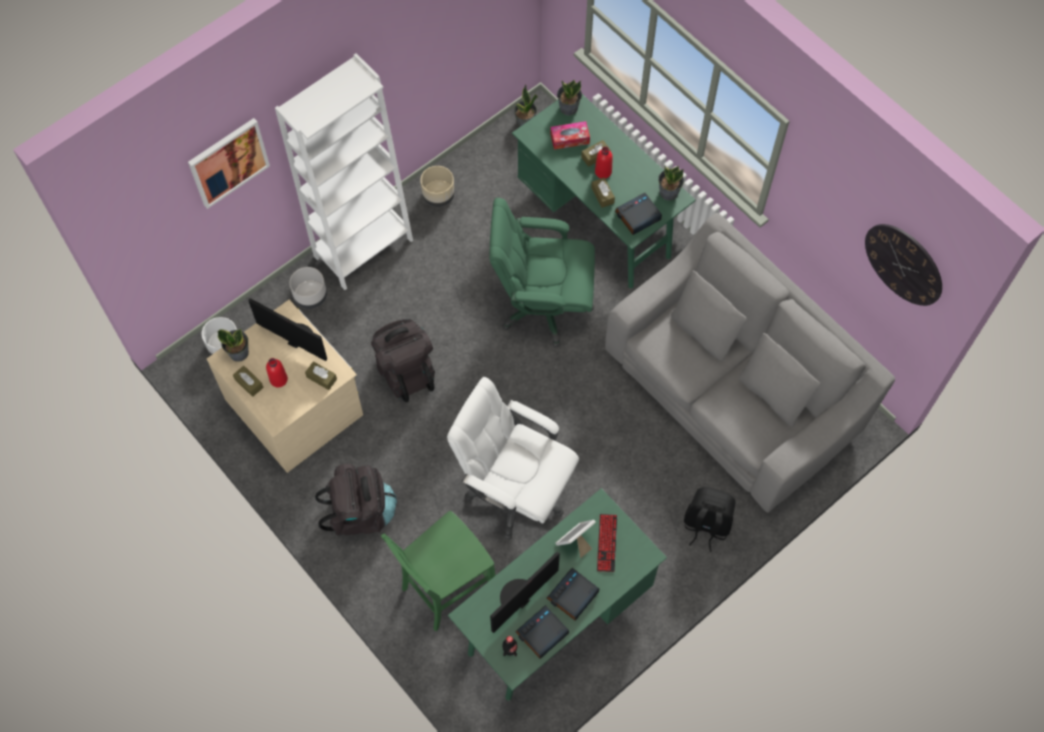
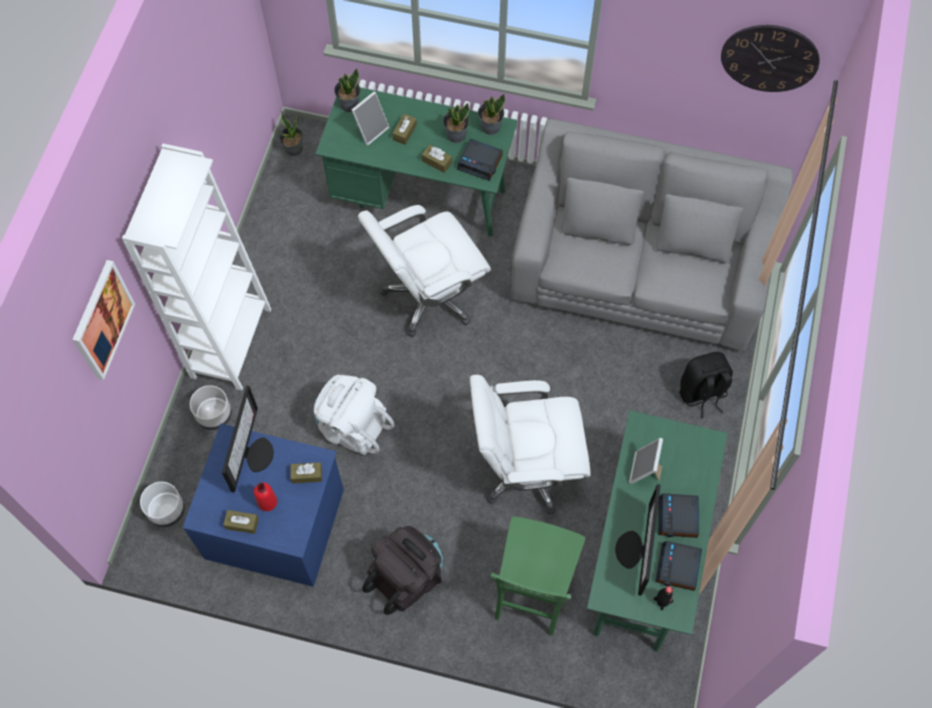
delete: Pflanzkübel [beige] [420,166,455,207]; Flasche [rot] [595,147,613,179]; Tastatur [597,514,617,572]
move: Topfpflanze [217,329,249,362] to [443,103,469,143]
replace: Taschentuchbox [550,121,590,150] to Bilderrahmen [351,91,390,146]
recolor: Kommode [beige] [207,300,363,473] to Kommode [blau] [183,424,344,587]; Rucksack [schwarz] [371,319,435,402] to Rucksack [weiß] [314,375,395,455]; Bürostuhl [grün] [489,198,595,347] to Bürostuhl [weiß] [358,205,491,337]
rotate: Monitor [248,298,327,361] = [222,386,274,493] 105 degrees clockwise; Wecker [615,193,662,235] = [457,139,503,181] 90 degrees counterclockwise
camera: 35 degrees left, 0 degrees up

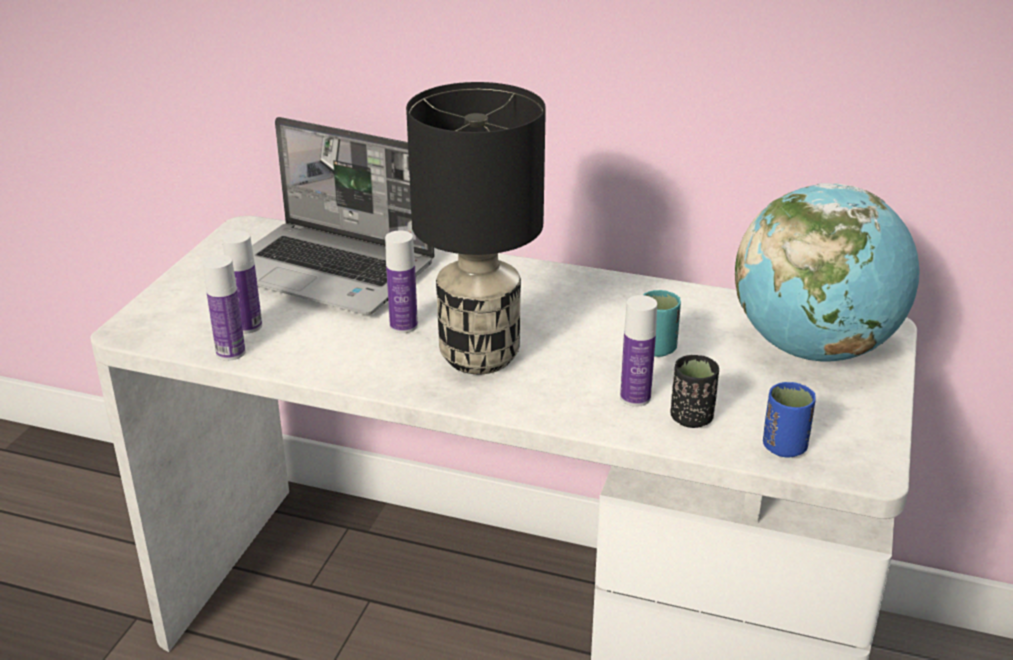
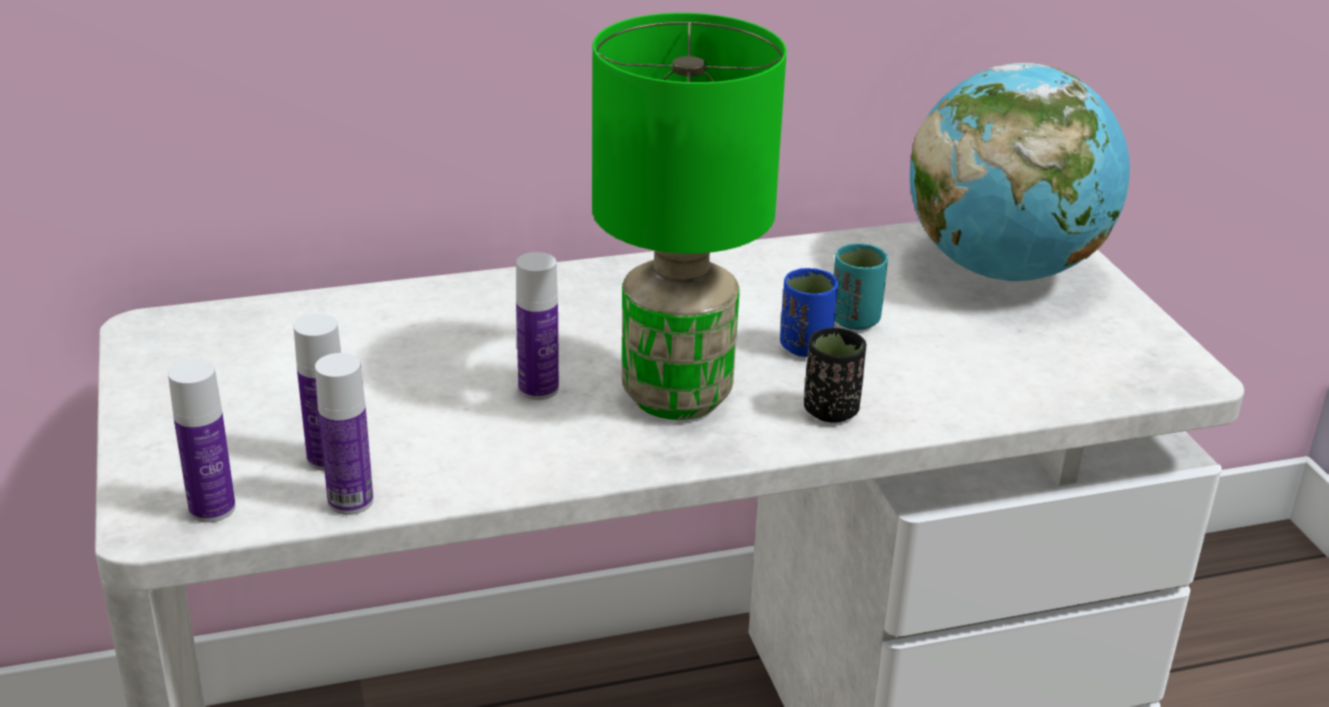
delete: Laptop [252,117,434,315]
move: Flasche [620,295,657,407] to [168,359,235,523]; Tasse [blau] [763,382,816,458] to [780,268,838,357]; Tasse [schwarz] [670,355,719,428] to [804,327,866,423]
recolor: Tischlampe [schwarz] [406,82,546,374] to Tischlampe [grün] [592,13,787,420]
camera: 35 degrees left, 0 degrees up

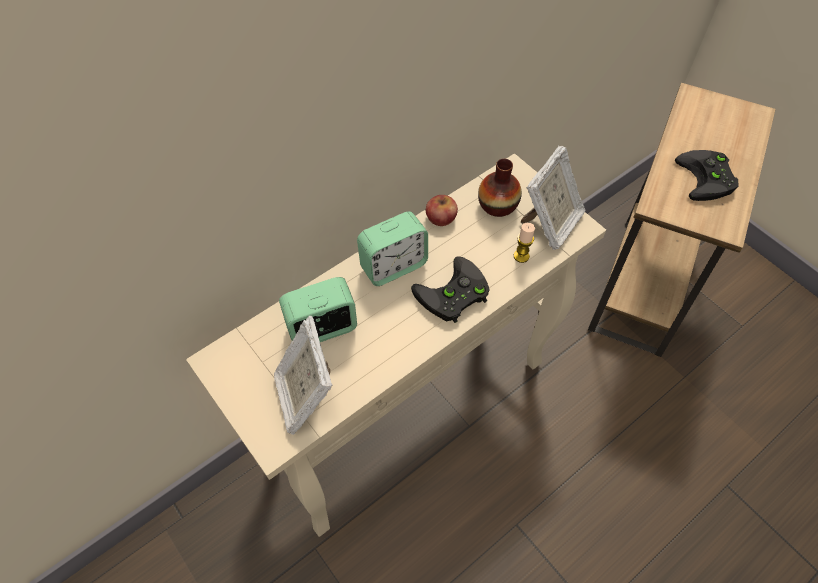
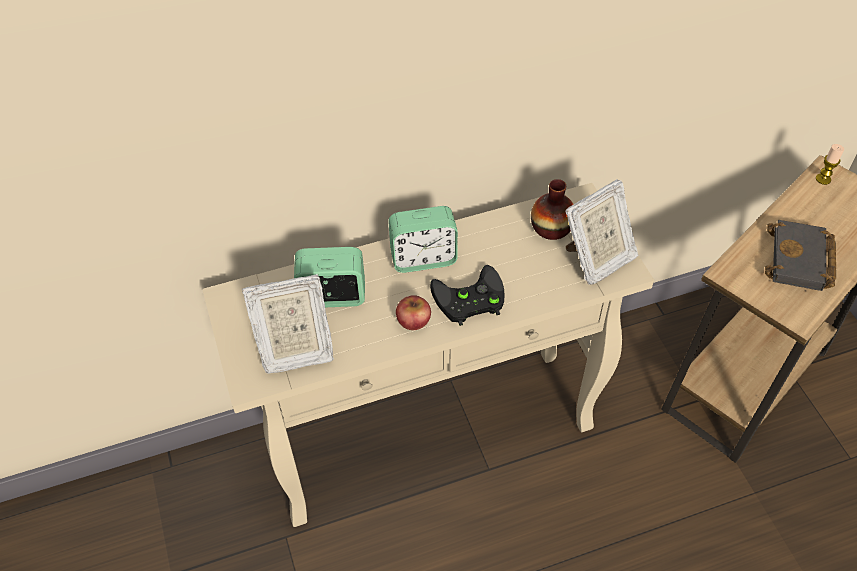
move: Apfel [426,195,458,226] to [396,295,431,330]; Kerze [514,223,535,263] to [816,144,844,185]
replace: Gamepad [schwarz] [675,150,739,201] to Buch [schwarz] [765,220,836,291]
rotate: Bilderrahmen [274,316,332,435] = [242,274,334,373] 105 degrees counterclockwise
camera: 20 degrees right, 5 degrees down

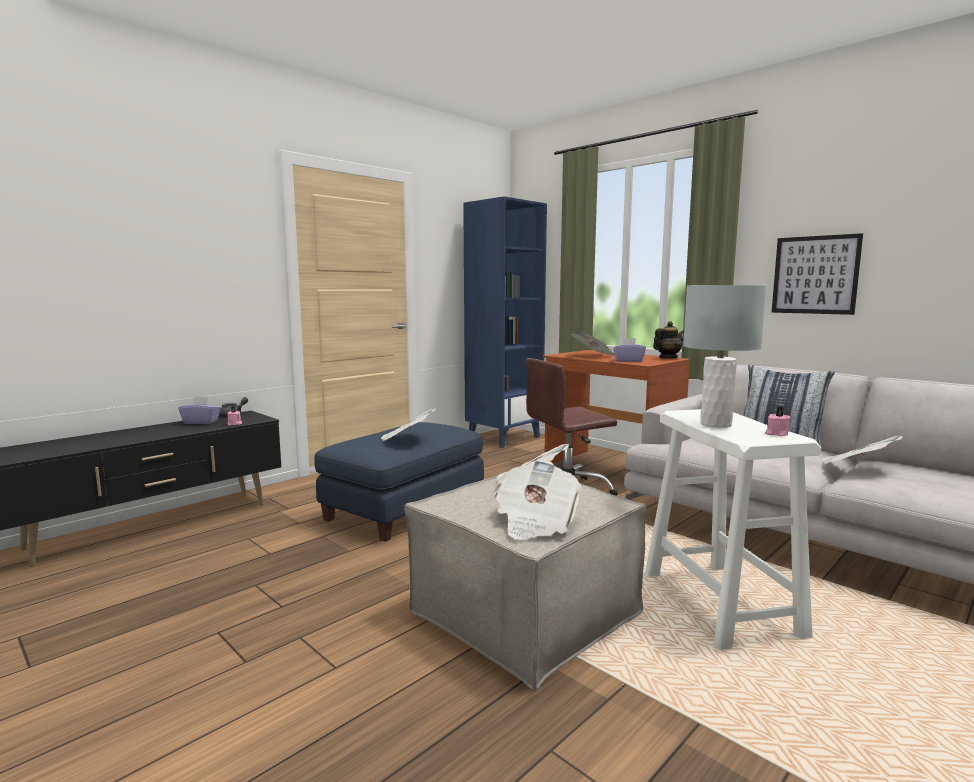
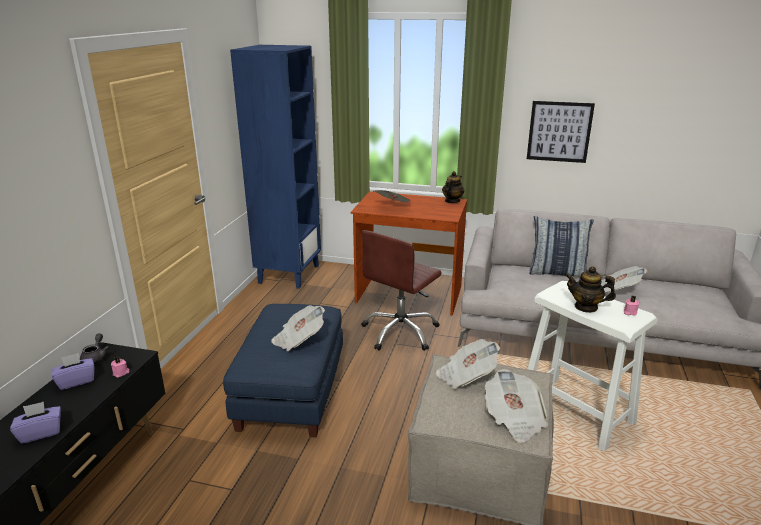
move: Taschentuchbox [lila] [613,338,646,362] to [10,402,61,444]
replace: Tischlampe [grau] [683,285,767,428] to Teekanne [565,266,616,313]
camera: 30 degrees left, 15 degrees up

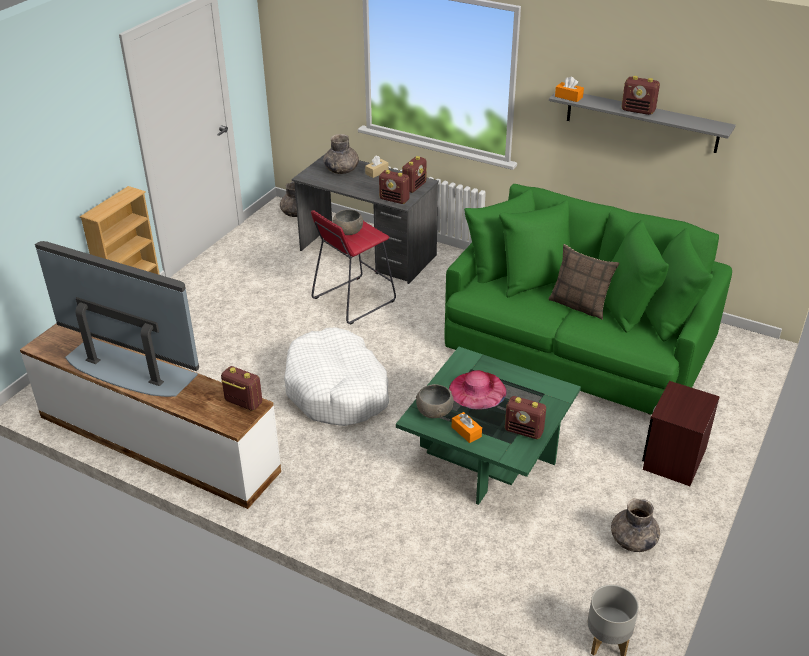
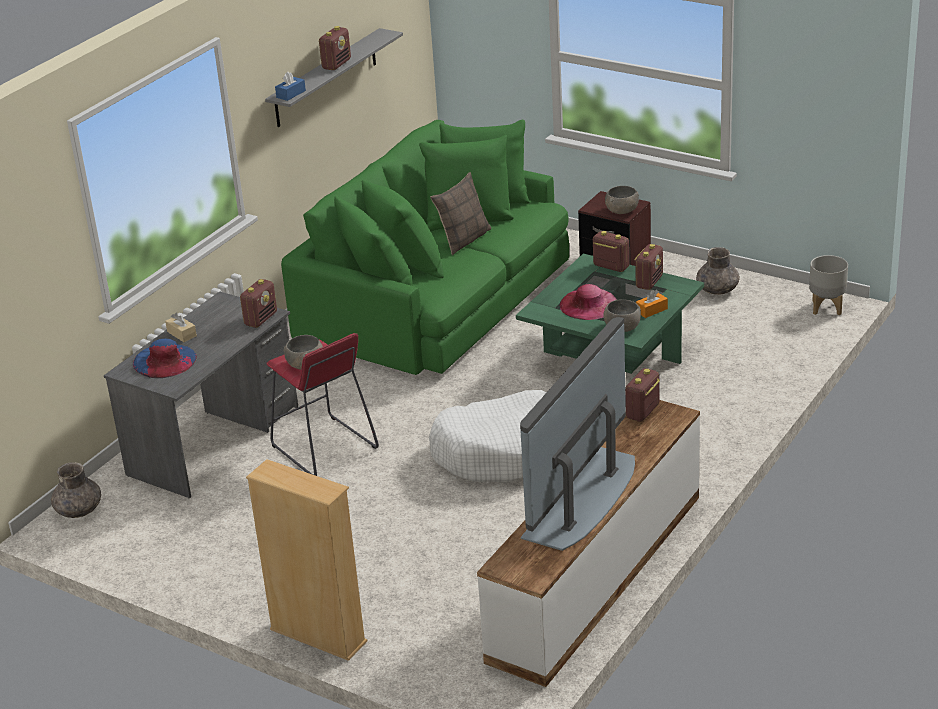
insert: Schüssel [grau] [605,186,639,214]
move: Radio [402,156,427,193] to [593,231,630,272]
replace: Vase [grau] [323,134,359,174] to Hut [blau] [133,339,197,378]
recolor: Taschentuchbox [orange] [555,77,584,102] to Taschentuchbox [blau] [275,72,306,101]
camera: 85 degrees left, 5 degrees down

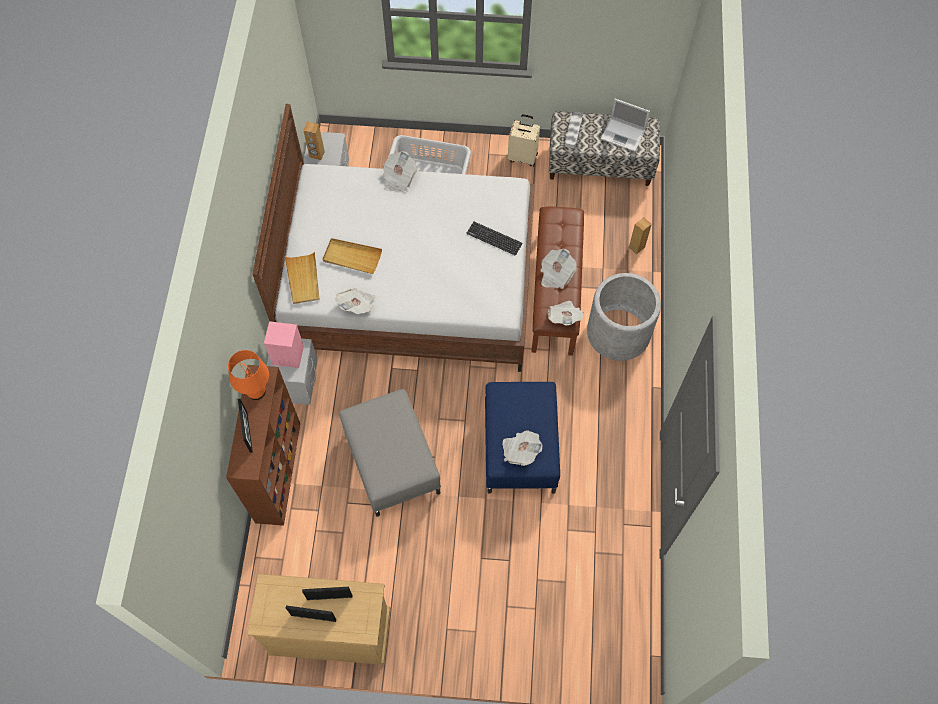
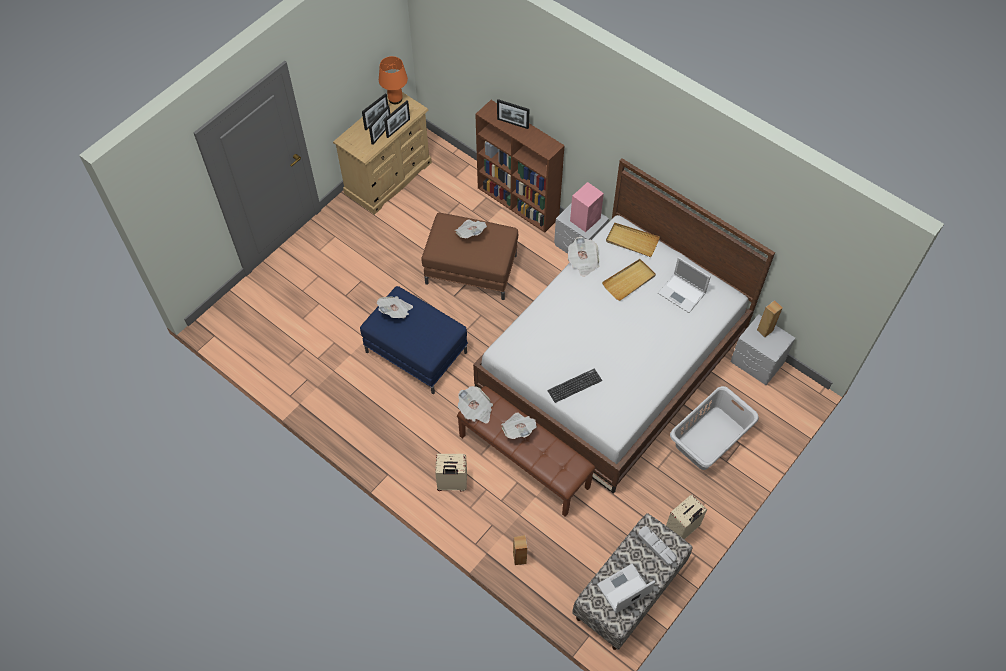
insert: Bilderrahmen [384,101,410,138]; Laptop [658,257,710,313]
move: Tischlampe [orange] [228,350,269,400] to [379,56,408,104]; Zeitung [383,151,417,191] to [455,219,487,238]
replace: Pflanzkübel [grau] [587,273,661,361] to Koffer [beige] [435,454,467,491]
recolor: Polsterhocker [grau] [339,389,441,517] to Polsterhocker [braun] [422,213,518,300]
camera: 125 degrees right, 5 degrees down

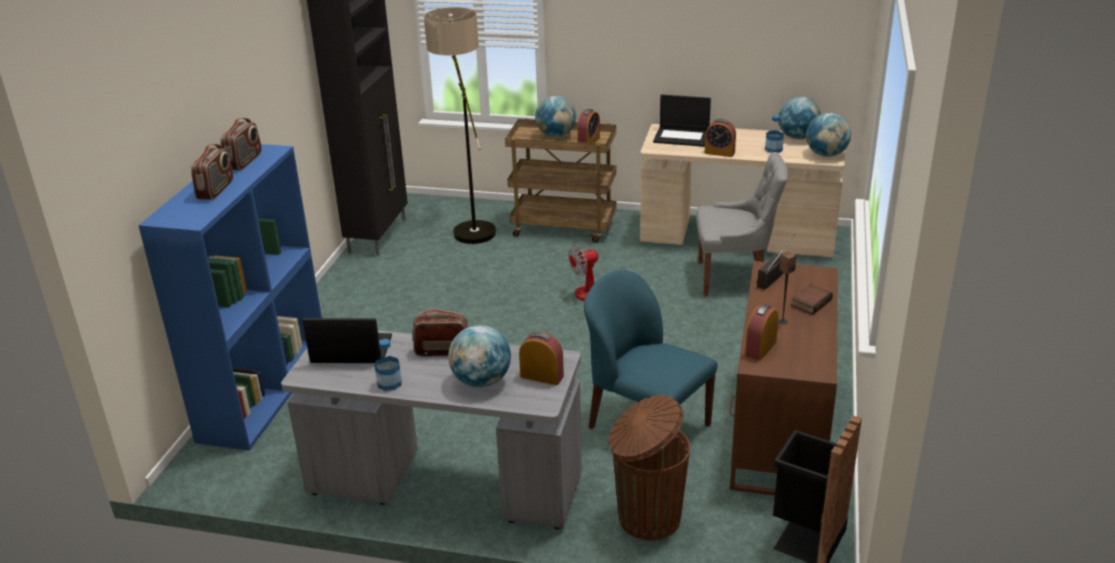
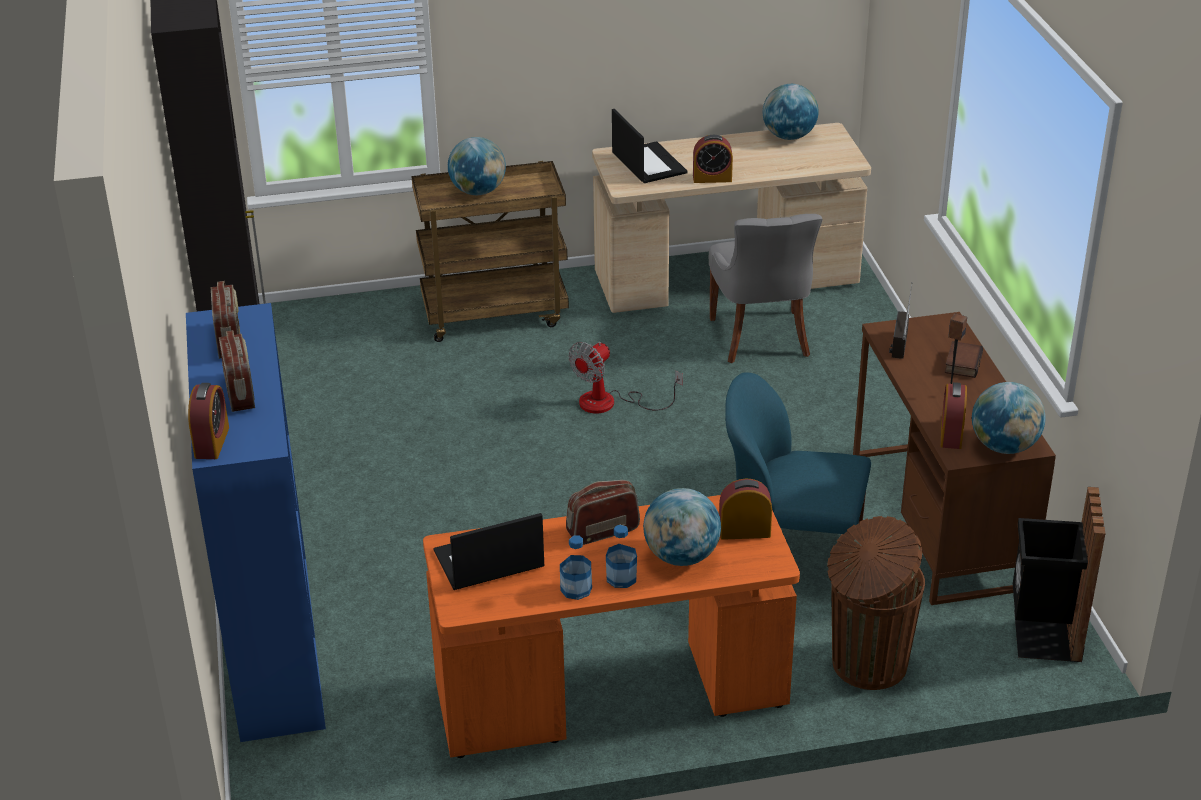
delete: Stehlampe [424,7,496,244]
move: Wecker [577,109,600,143] to [188,383,229,459]; Flasche [765,115,784,153] to [606,525,637,588]; Globus [806,113,851,157] to [972,382,1046,454]
recolor: Schreibtisch [grau] [281,330,582,530] to Schreibtisch [orange] [423,495,800,758]
rotate: Laptop [653,95,711,147] = [612,109,688,183] 105 degrees counterclockwise; Stuhl [grau] [696,152,787,296] = [709,214,823,363] 105 degrees clockwise
camera: 25 degrees left, 5 degrees up

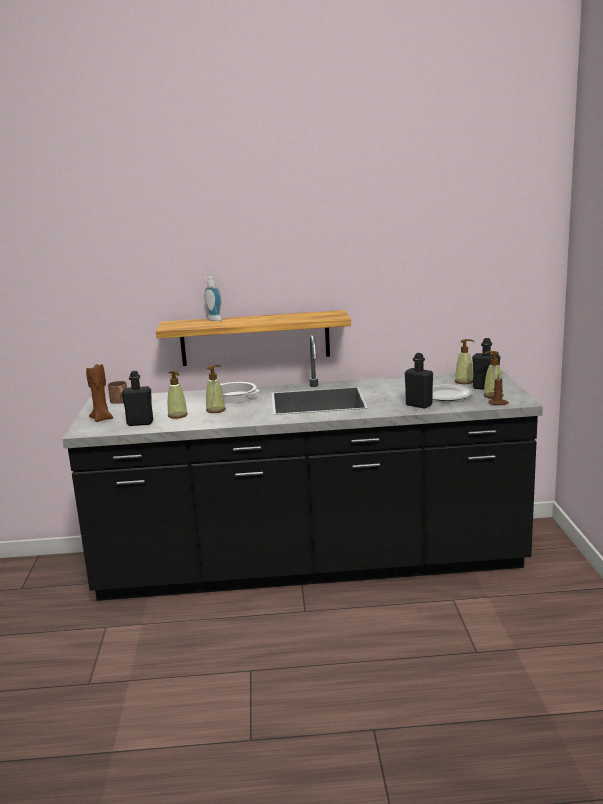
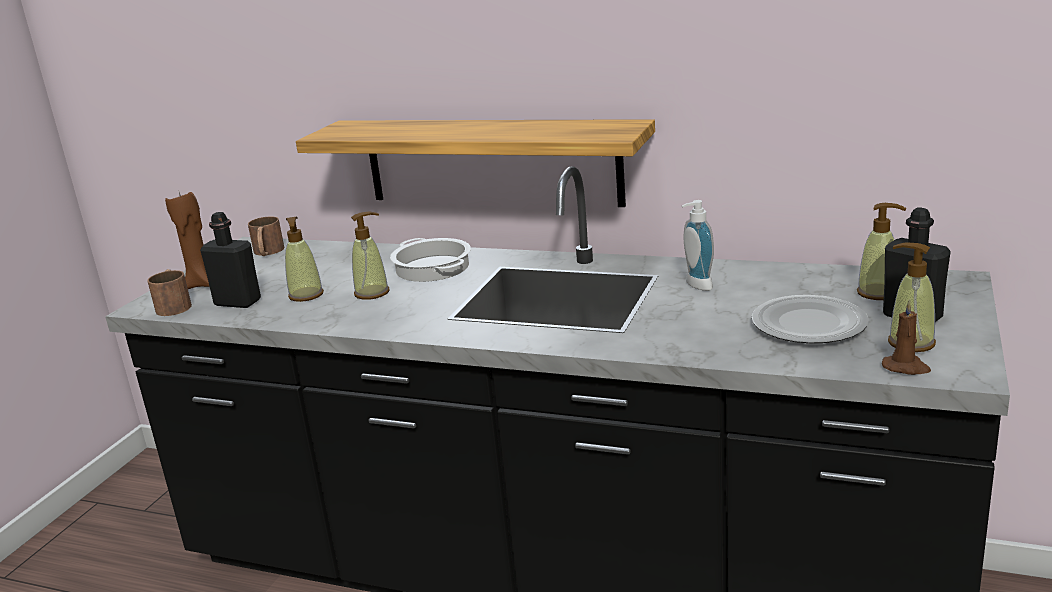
delete: Flasche [schwarz] [405,353,433,409]
insert: Henkelbecher [braun] [147,269,192,316]
move: Seifenspender [204,276,222,321] to [682,200,714,291]
camera: 25 degrees right, 5 degrees up

